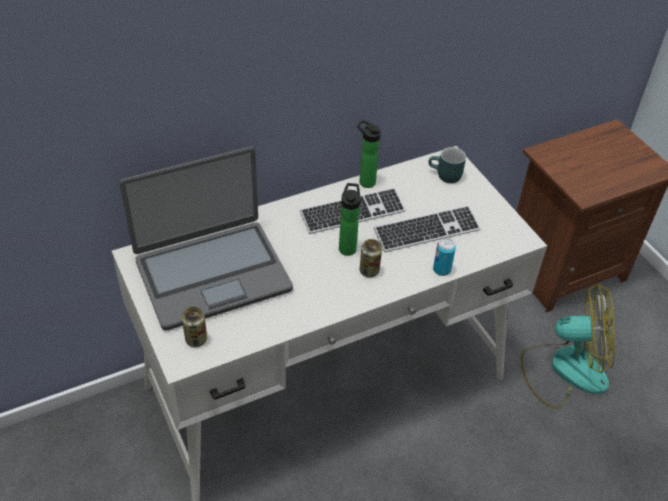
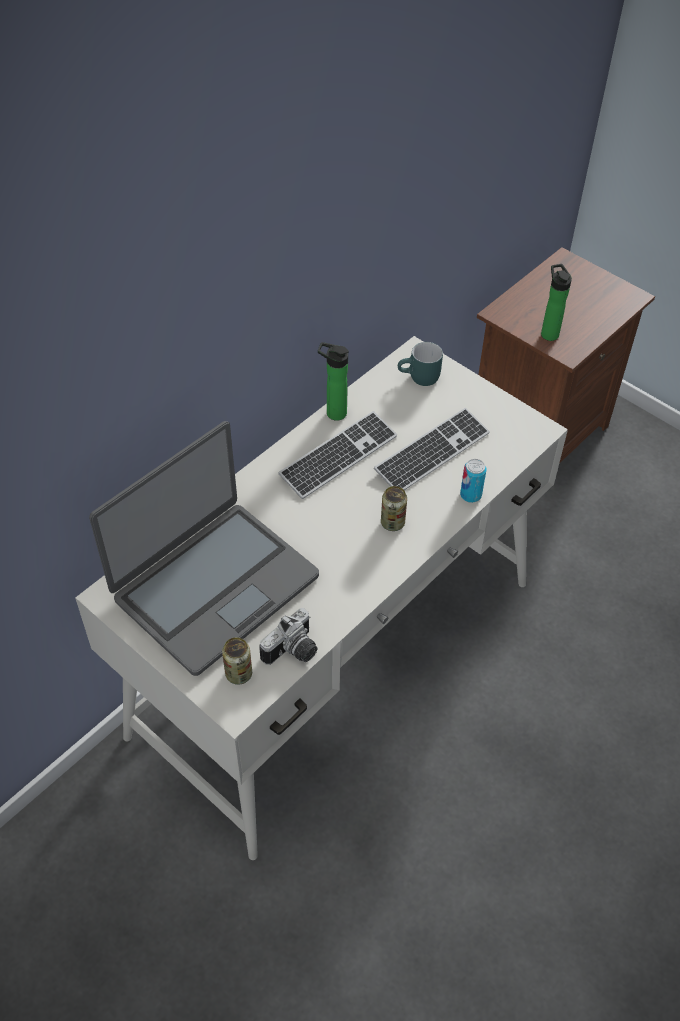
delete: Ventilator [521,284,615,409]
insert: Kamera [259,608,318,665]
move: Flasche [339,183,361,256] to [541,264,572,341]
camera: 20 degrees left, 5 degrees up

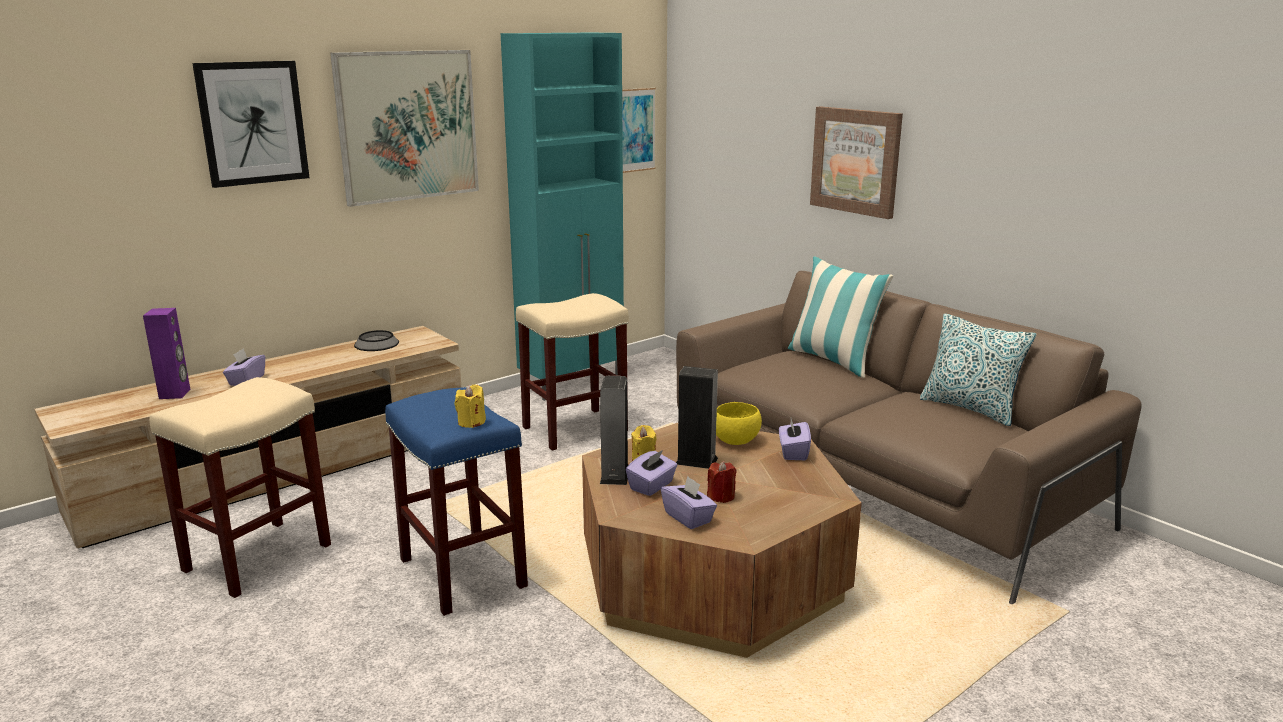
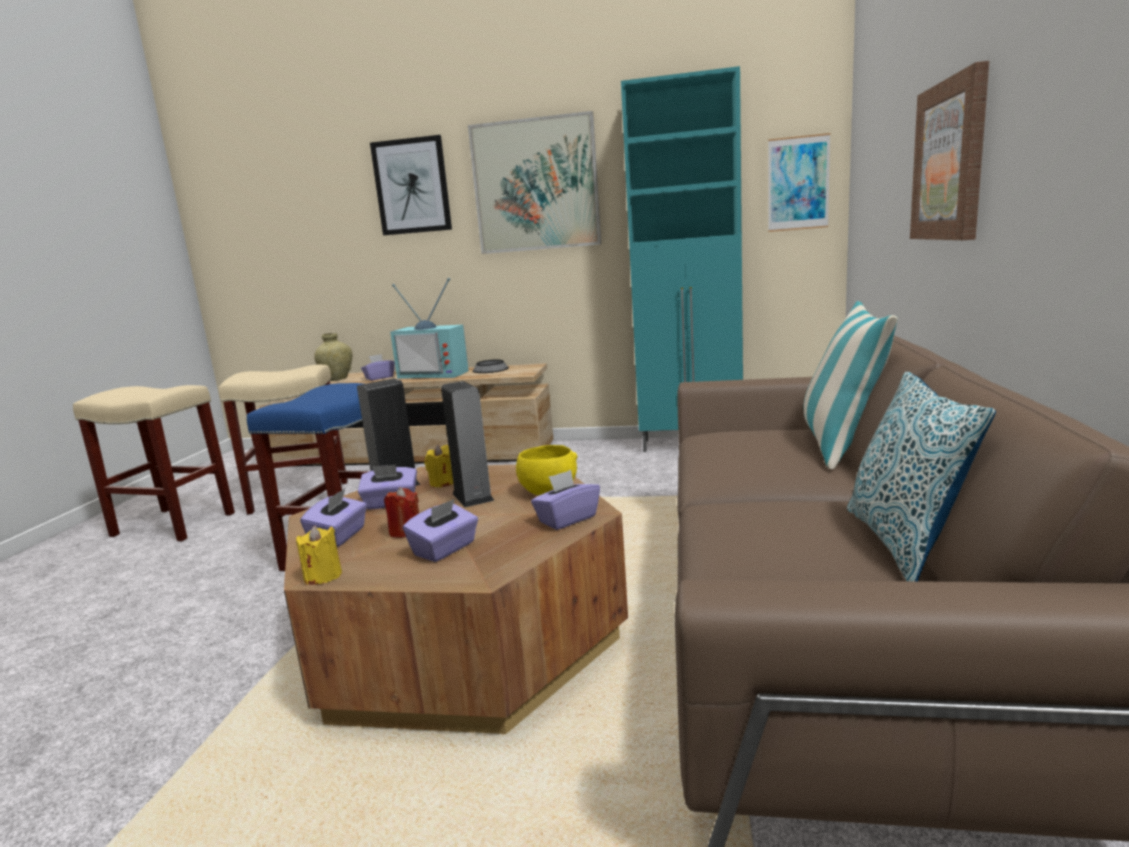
insert: Fernseher [390,278,469,379]; Taschentuchbox [lila] [403,499,478,562]
move: Hocker [beige] [516,293,629,451] to [73,385,235,542]; Kerze [gelb] [455,385,486,428] to [296,525,342,585]
replace: Lautsprecher [lila] [143,308,190,399] to Vase [beige] [314,333,353,381]
camera: 50 degrees right, 5 degrees down

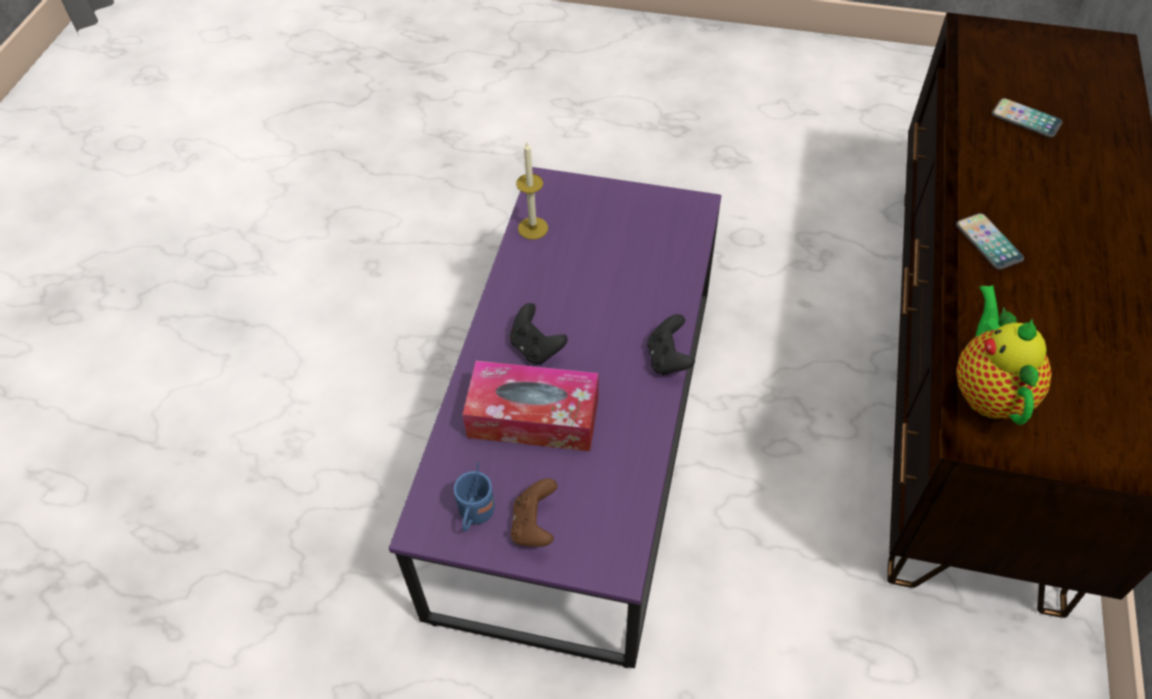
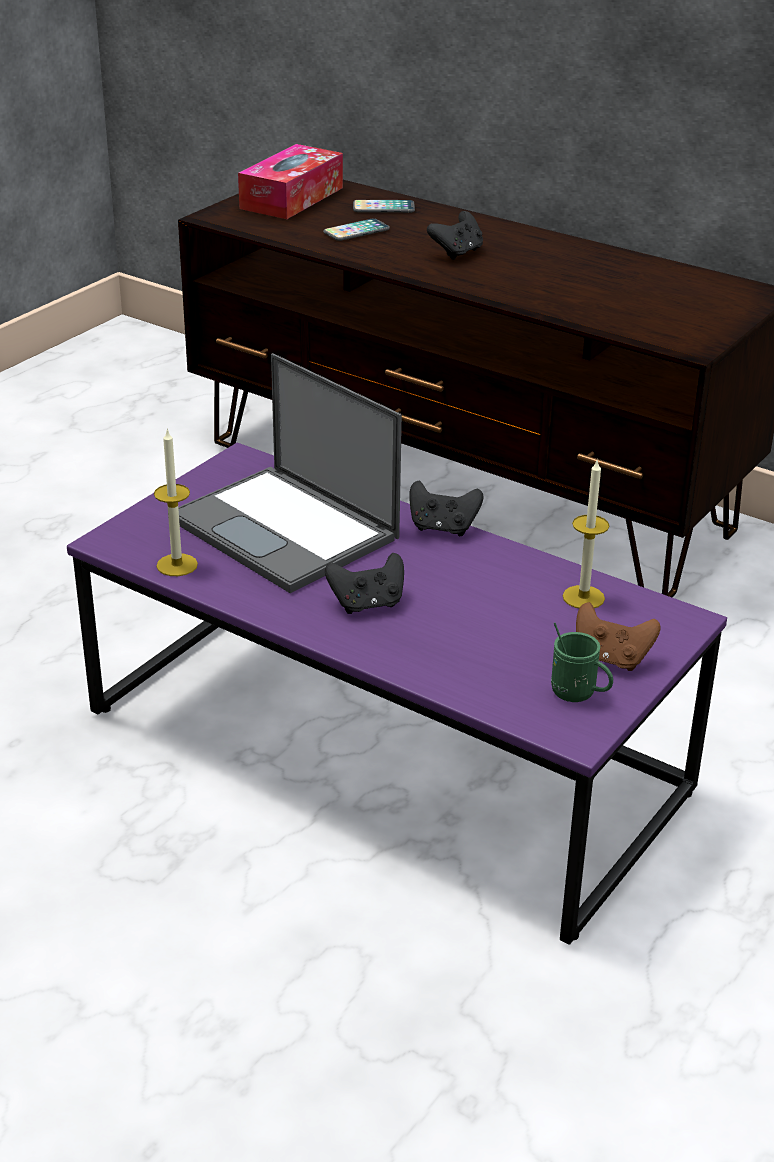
delete: Teekanne [956,285,1052,425]
insert: Laptop [168,353,402,593]; Gamepad [schwarz] [427,211,483,260]; Kerze [563,461,609,608]
move: Taschentuchbox [463,361,599,451] to [238,144,343,219]; Handy [956,213,1024,270] to [353,200,415,213]
recolor: Henkelbecher [blau] [454,462,495,532] to Henkelbecher [grün] [551,623,613,702]
camera: 70 degrees left, 20 degrees down

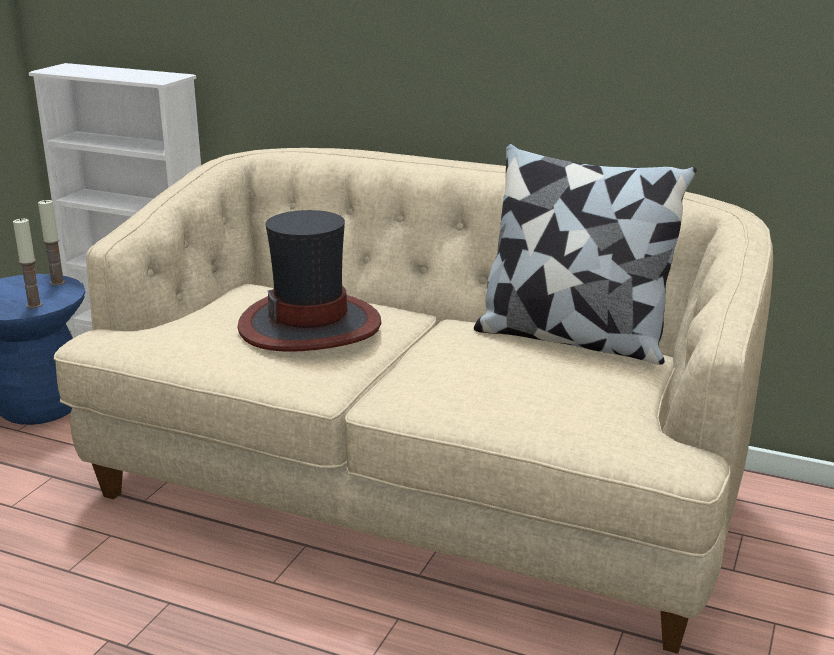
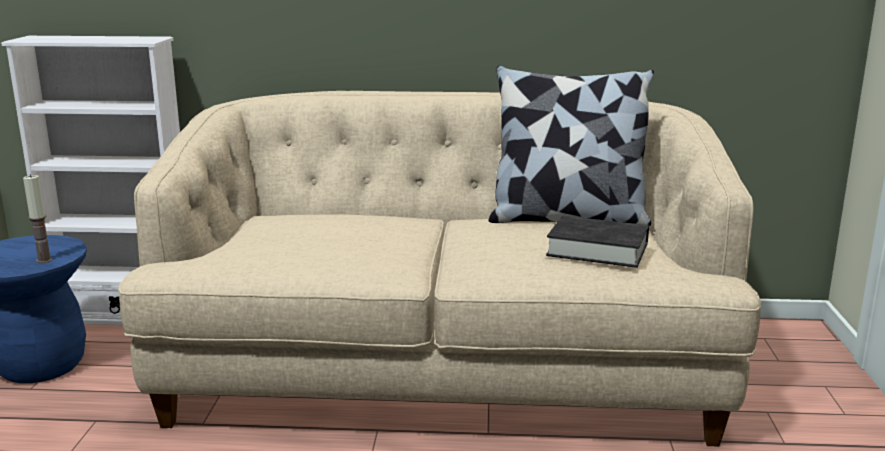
delete: Kerze [38,199,65,286]; Hut [237,210,381,352]
insert: Buch [schwarz] [546,216,649,268]
camera: 20 degrees left, 5 degrees down

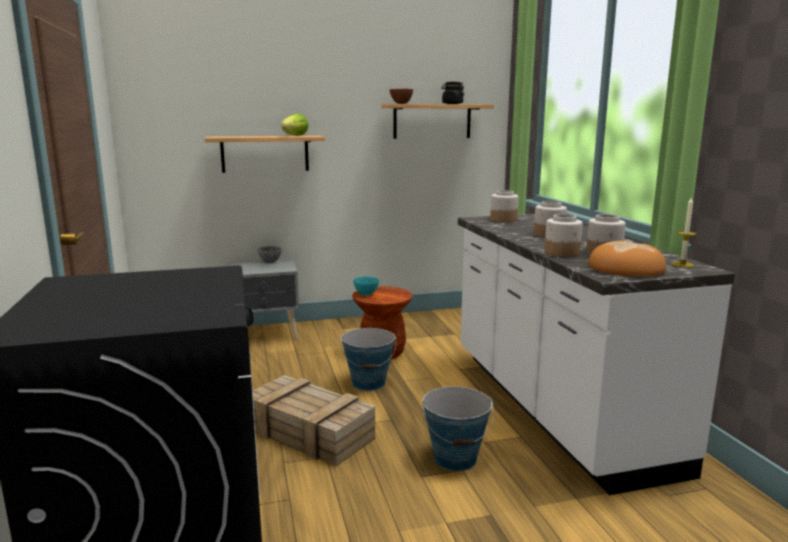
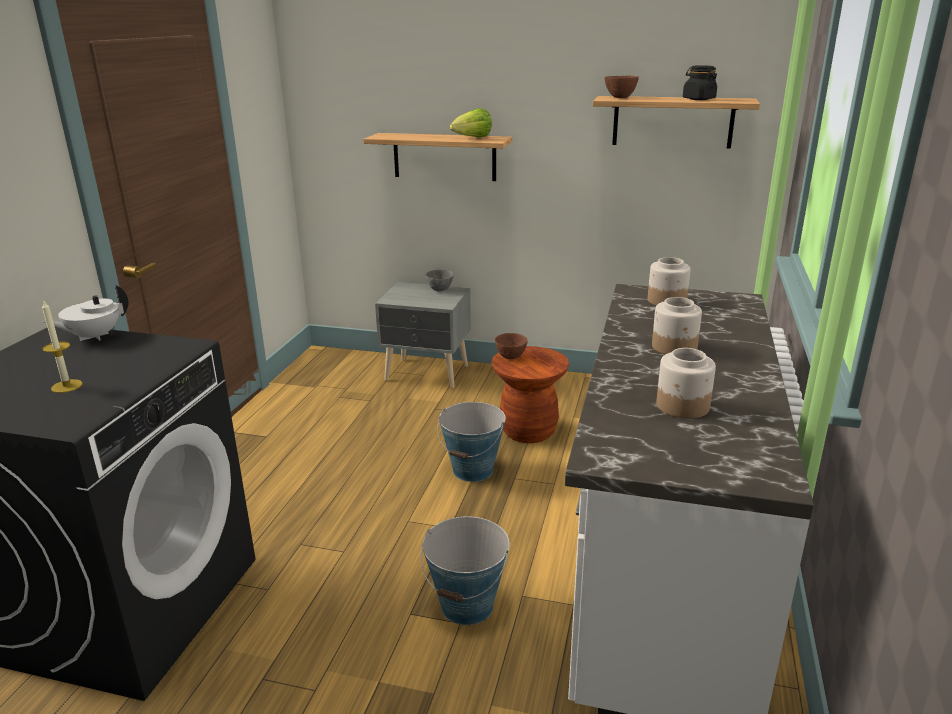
delete: Kiste [253,375,375,467]; Vorratsglas [544,214,583,257]; Brot [588,241,666,277]
insert: Teekanne [weiß] [42,285,128,341]
move: Kerze [671,196,697,267] to [42,301,83,393]
recolor: Schüssel [türkis] [353,276,379,296] to Schüssel [braun] [495,333,528,359]
camera: 30 degrees right, 10 degrees up

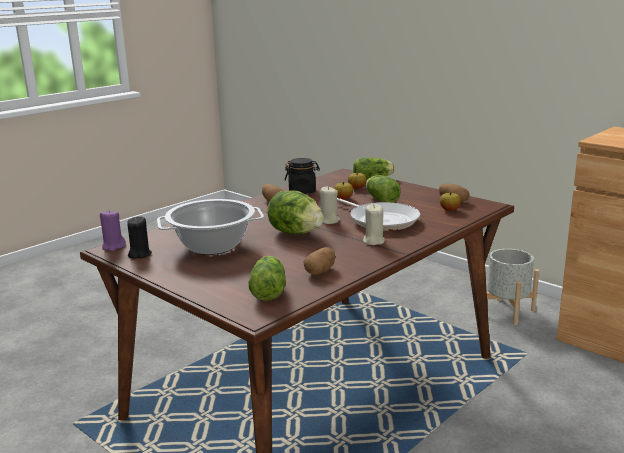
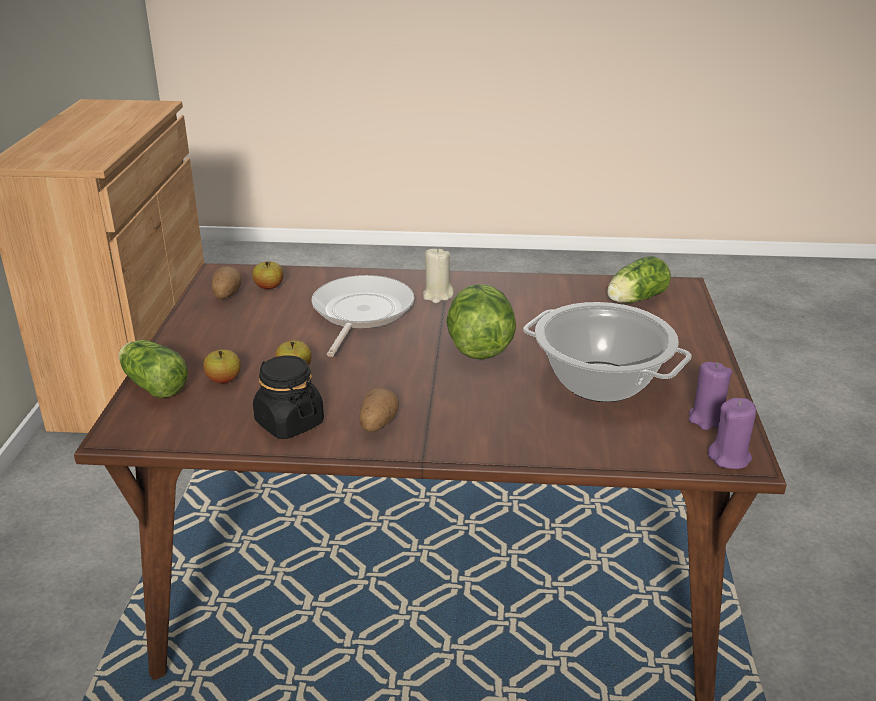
delete: Kartoffel [303,247,335,275]; Kerze [beige] [320,186,340,224]; Salatkopf [366,175,401,203]; Pflanzkübel [grau] [485,249,539,325]
recolor: Kerze [schwarz] [127,216,152,259] to Kerze [lila] [689,362,732,430]
camera: 130 degrees left, 10 degrees up

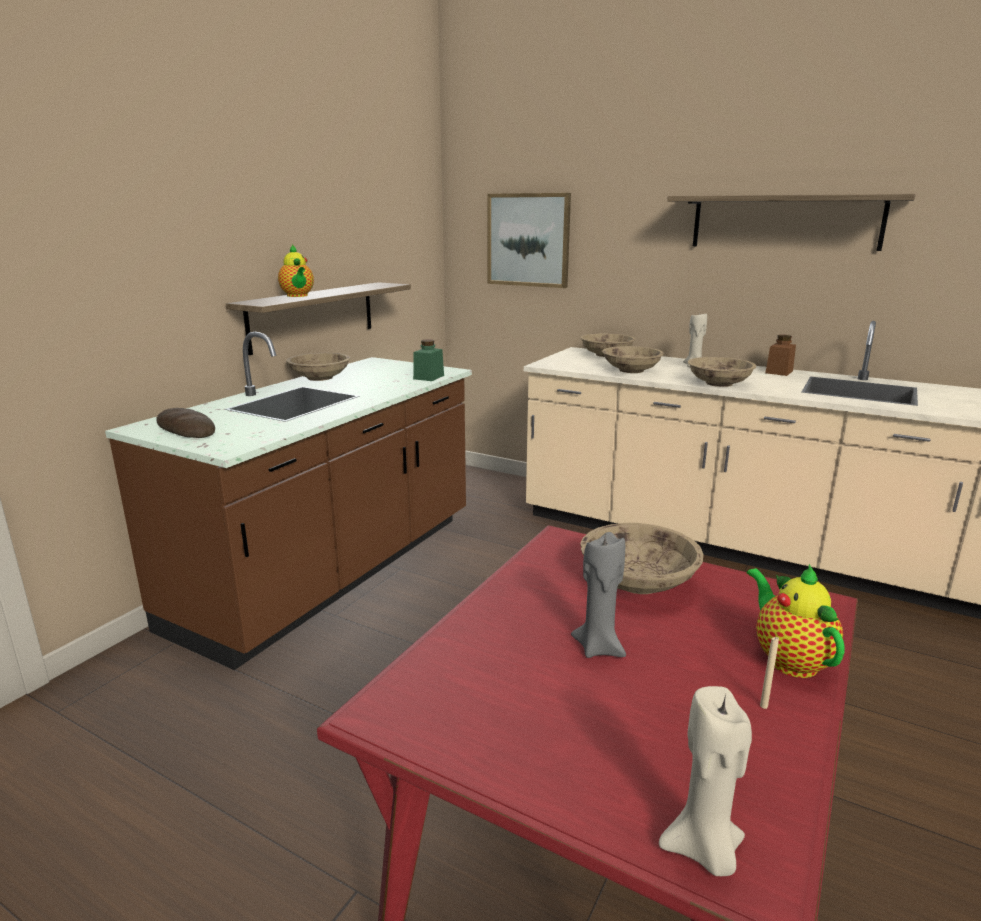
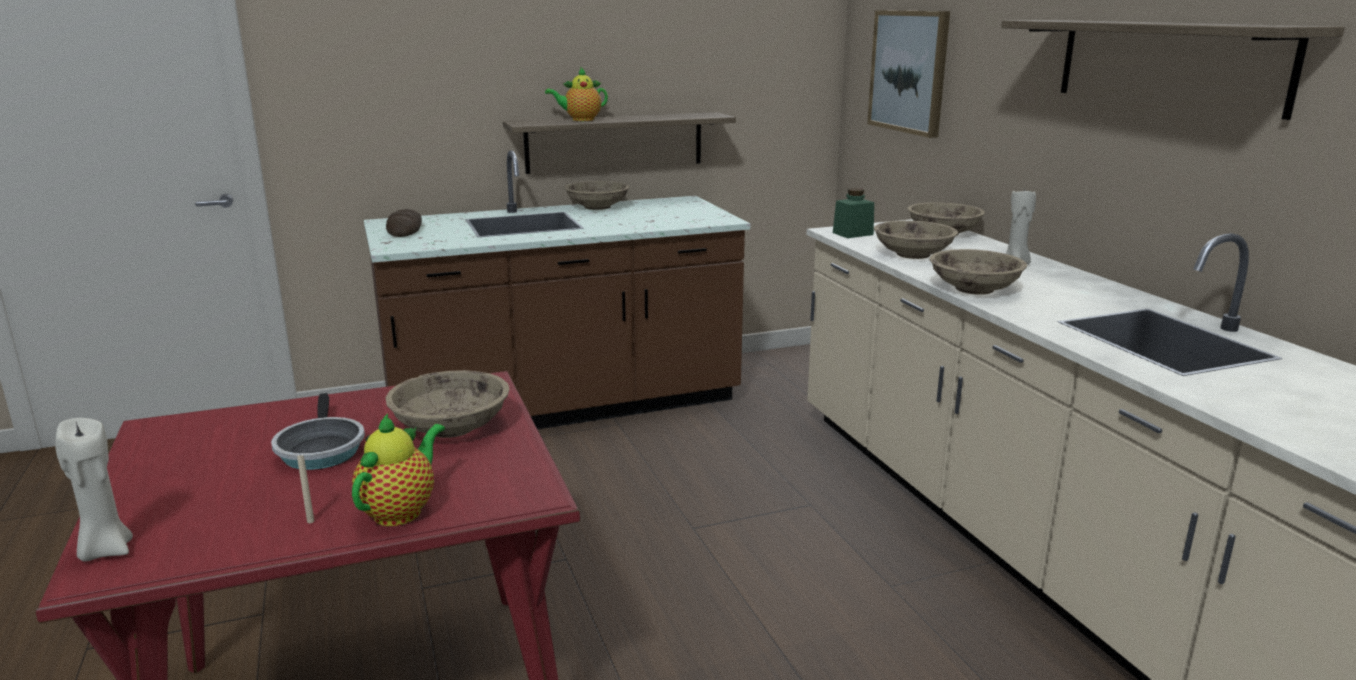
delete: Vorratsglas [braun] [765,335,796,376]
move: Vorratsglas [grün] [413,339,444,381] to [833,188,874,238]
replace: Kerze [grau] [571,531,626,658] to Pfanne [271,393,365,470]
rotate: Teekanne [278,244,314,297] = [545,67,608,121] 60 degrees clockwise
camera: 40 degrees right, 0 degrees up

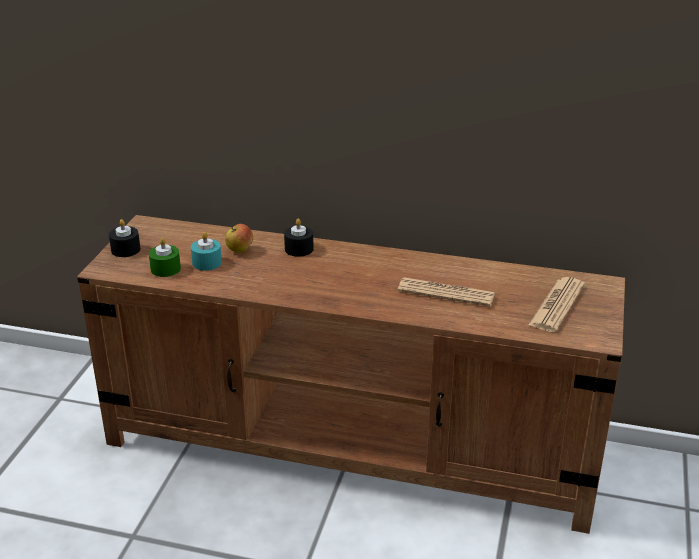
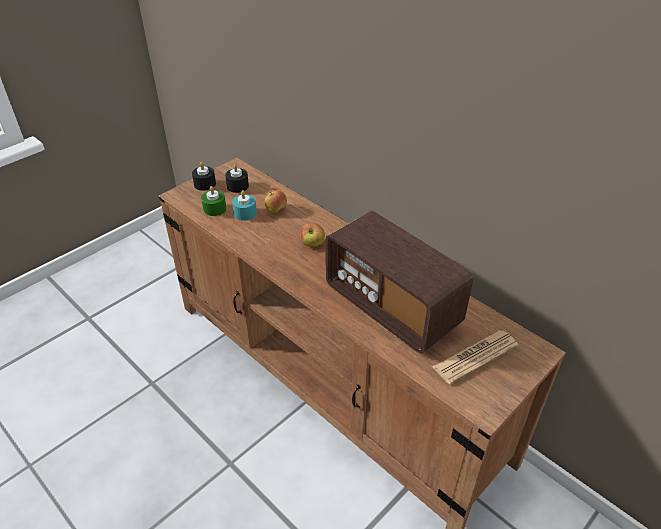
insert: Apfel [300,222,325,247]
move: Kerze [schwarz] [284,219,314,257] to [225,164,249,193]
replace: Zeitung [398,277,495,306] to Radio [325,211,473,353]
camera: 30 degrees right, 10 degrees up

